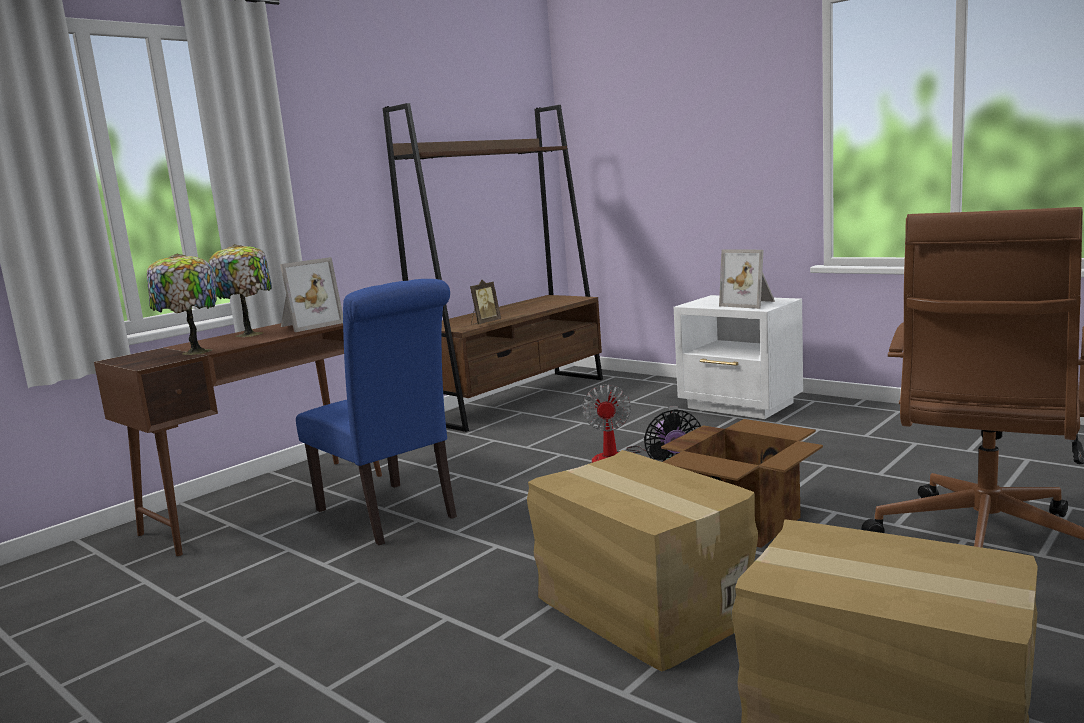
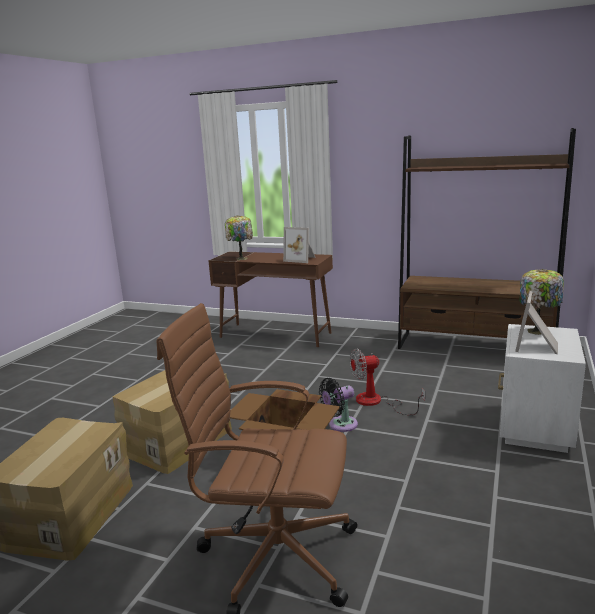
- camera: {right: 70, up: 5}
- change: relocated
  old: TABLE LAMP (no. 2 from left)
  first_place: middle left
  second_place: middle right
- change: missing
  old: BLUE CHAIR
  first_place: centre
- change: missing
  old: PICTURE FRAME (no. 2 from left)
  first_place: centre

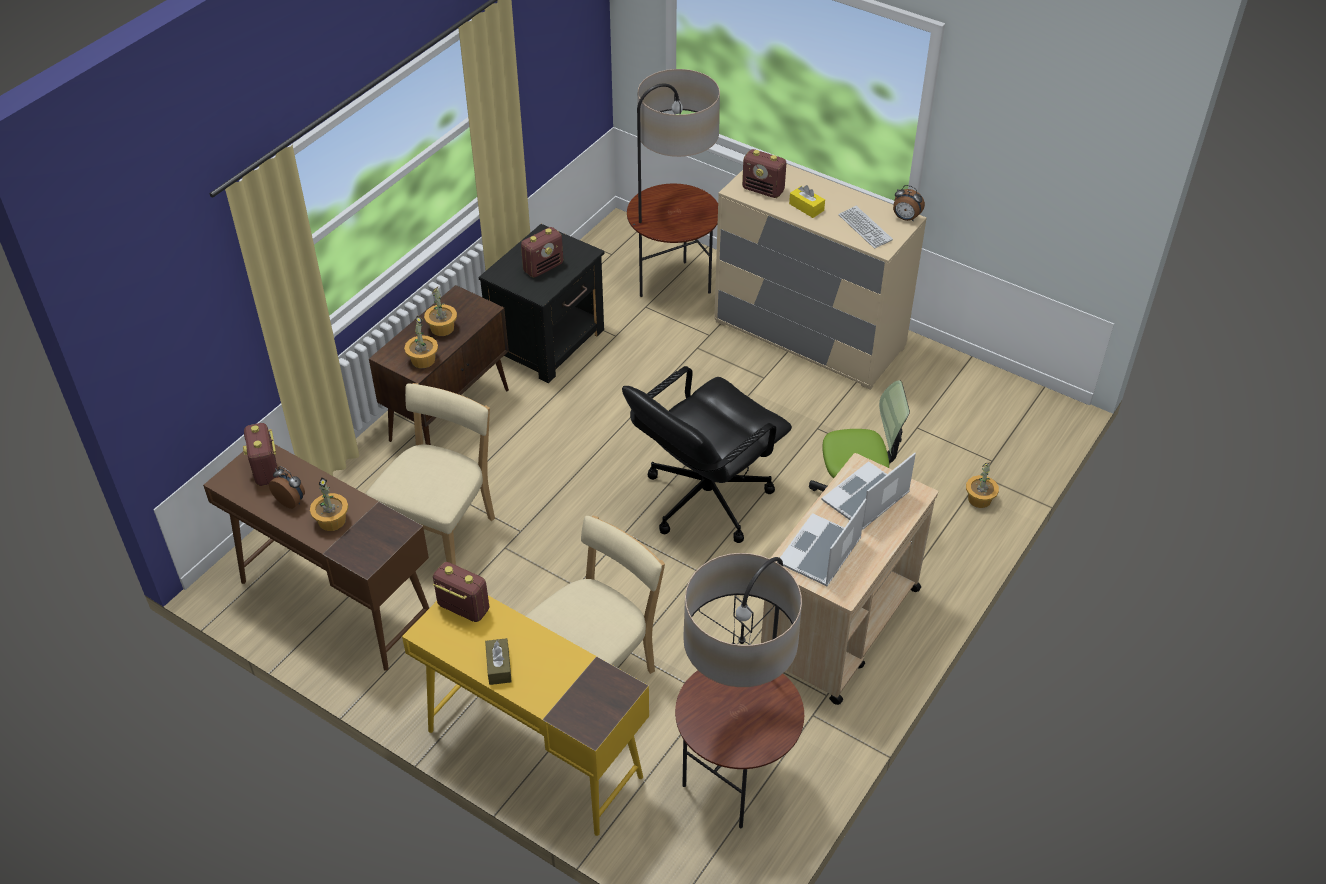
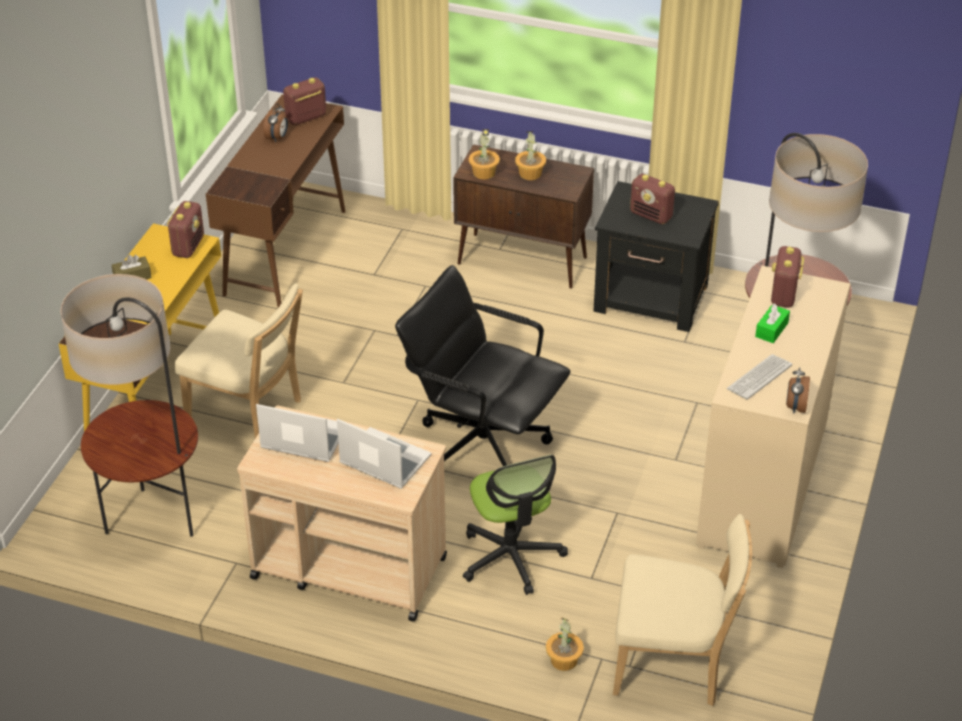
- camera: {right: 75, up: -5}
- change: colour
  old: YELLOW TISSUE HOLDER
  new: GREEN TISSUE HOLDER
  first_place: top centre
  second_place: middle right
- change: relocated
  old: BEIGE-COLOURED CHAIR (no. 1 from left in the first image)
  new: BEIGE-COLOURED CHAIR (no. 2 from left)
  first_place: middle left
  second_place: bottom right
- change: missing
  old: POTTED PLANT (no. 1 from left)
  first_place: middle left

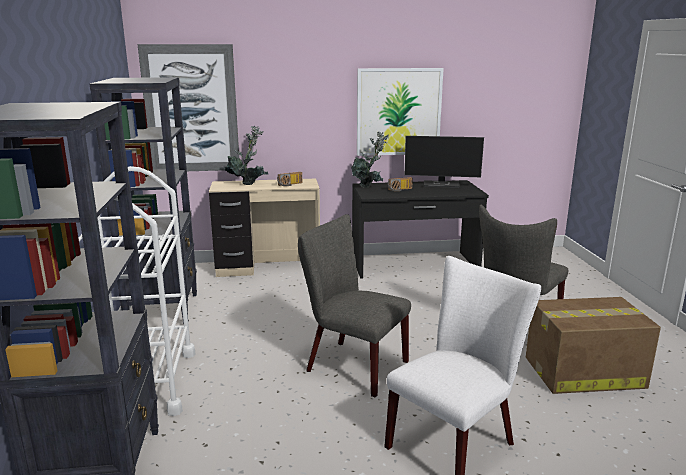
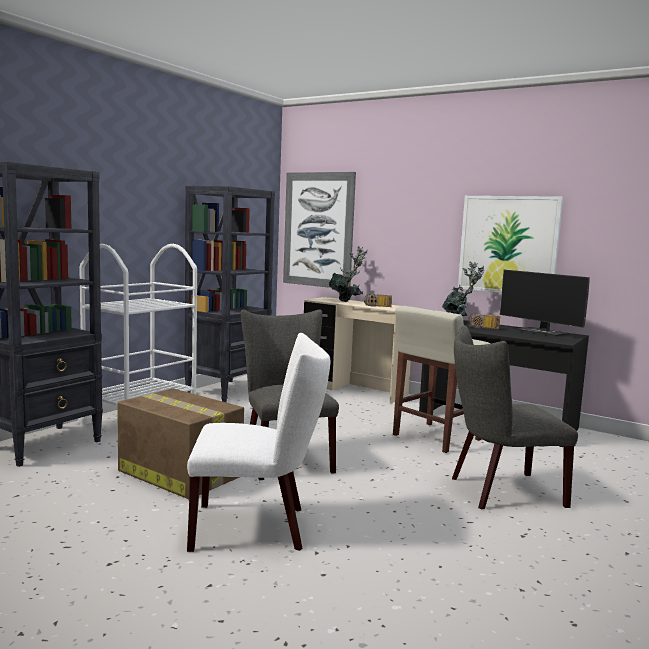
- camera: {right: 40, up: -10}
- change: relocated
  old: PACKING BOX
  first_place: bottom right
  second_place: bottom left
- change: appeared
  new: BEIGE-COLOURED STOOL SEAT
  second_place: middle right

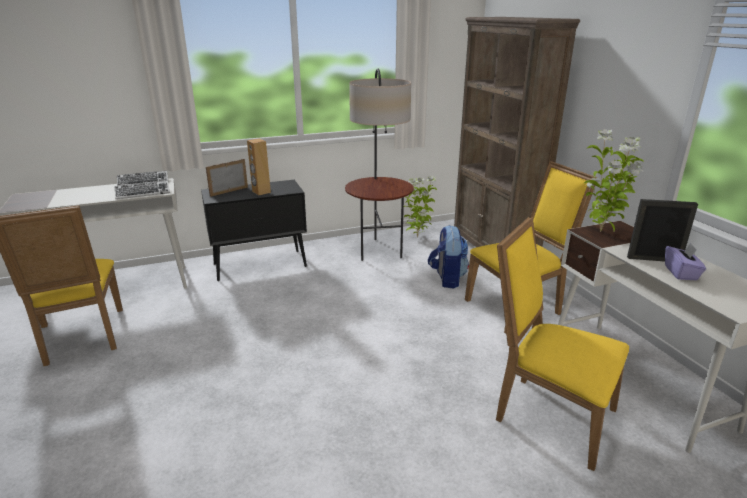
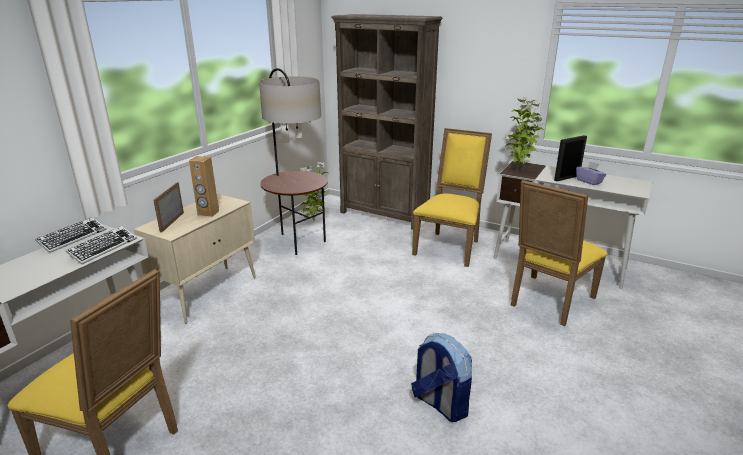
- camera: {right: -40, up: 0}
- change: colour
  old: BLACKISH CUPBOARD
  new: BEIGE-COLOURED CUPBOARD
  first_place: centre
  second_place: middle left
- change: spun
  old: YELLOW CHAIR (no. 3 from left)
  first_place: bottom right
  second_place: middle right
  degrees: -45
- change: relocated
  old: BACKPACK
  first_place: centre
  second_place: bottom centre

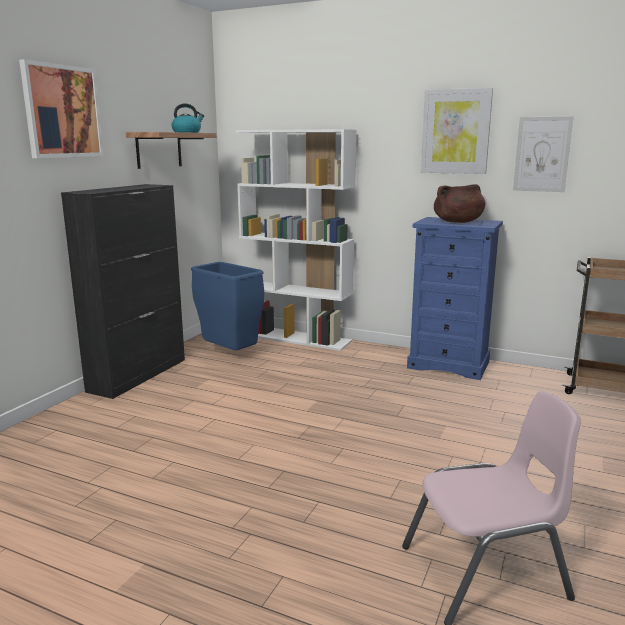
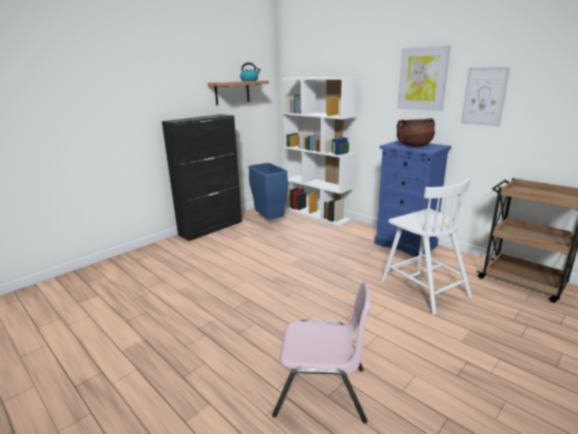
- camera: {right: 20, up: 5}
- change: missing
  old: WALL PICTURE (no. 1 from left)
  first_place: top left
- change: appeared
  new: WHITE CHAIR
  second_place: middle right

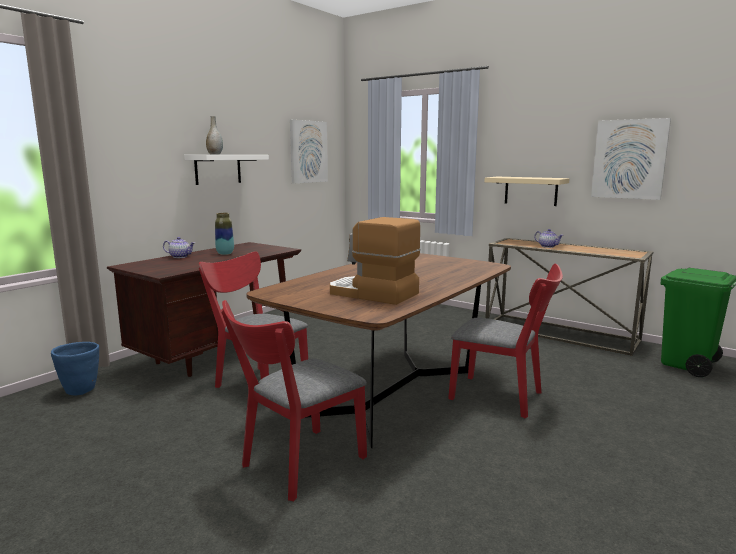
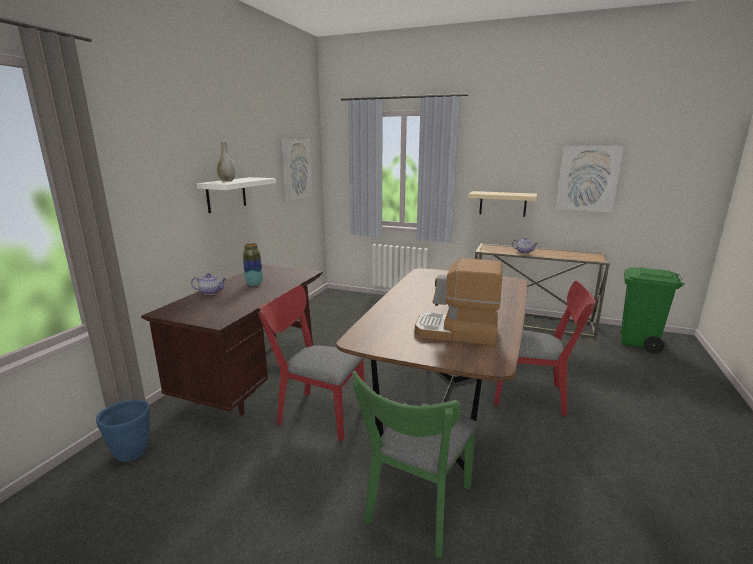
- camera: {right: -15, up: 5}
- change: colour
  old: RED-COLOURED CHAIR (no. 2 from left)
  new: GREEN CHAIR
  first_place: bottom centre
  second_place: bottom centre

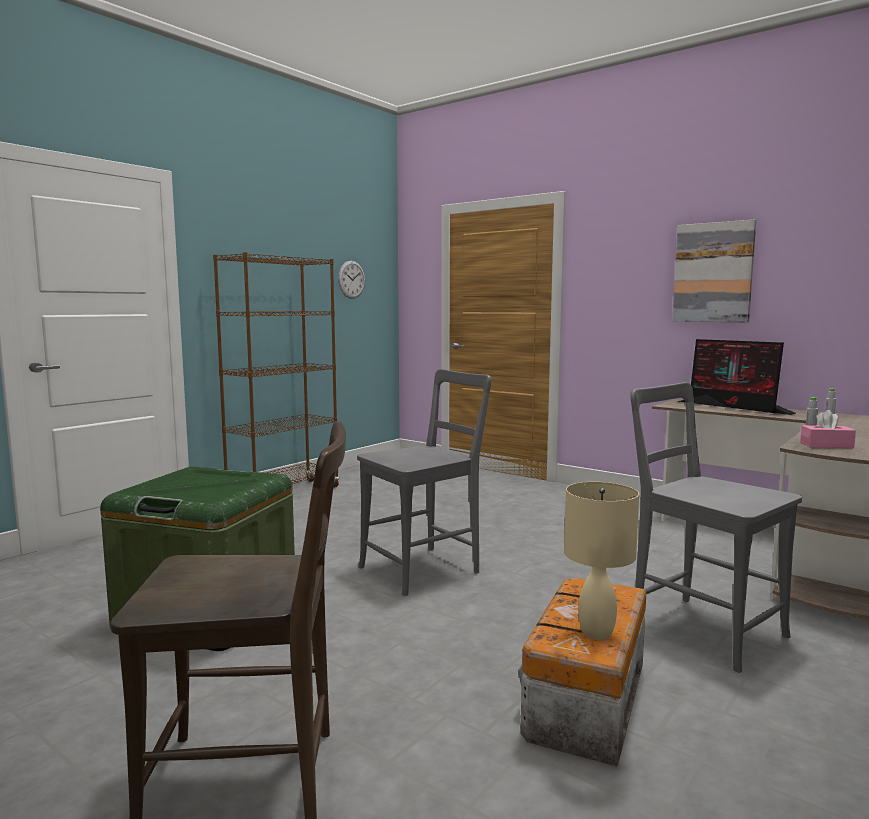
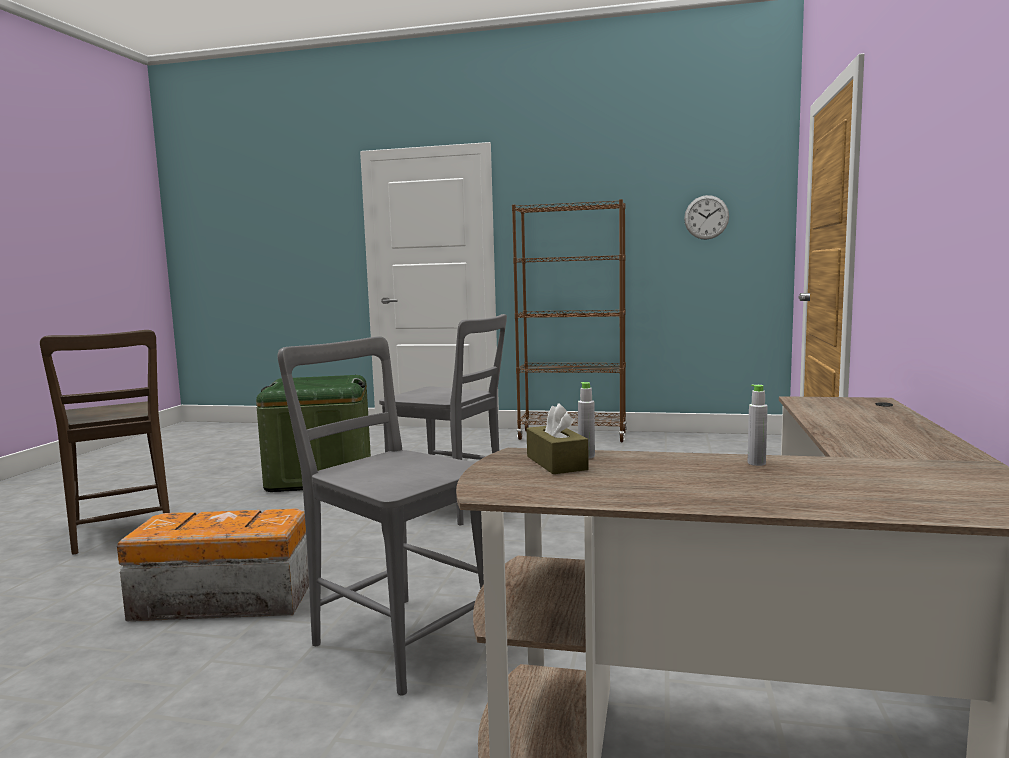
- camera: {right: 65, up: 0}
- change: missing
  old: WALL PICTURE
  first_place: top right
- change: missing
  old: COMPUTER DISPLAY
  first_place: middle right
- change: spun
  old: GREY CHAIR (no. 2 from left in the first image)
  first_place: middle right
  second_place: bottom centre
  degrees: -75
- change: colour
  old: PINK TISSUE HOLDER
  new: BROWN-COLOURED TISSUE HOLDER
  first_place: middle right
  second_place: centre
- change: missing
  old: BEIGE-COLOURED TABLE LAMP
  first_place: bottom right

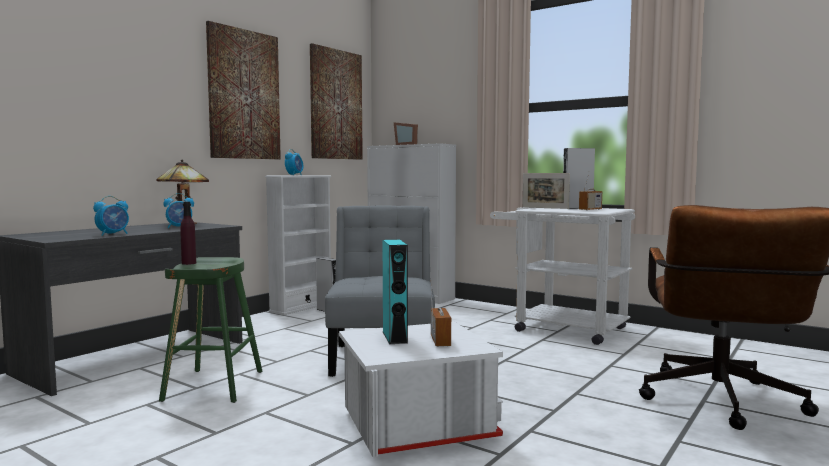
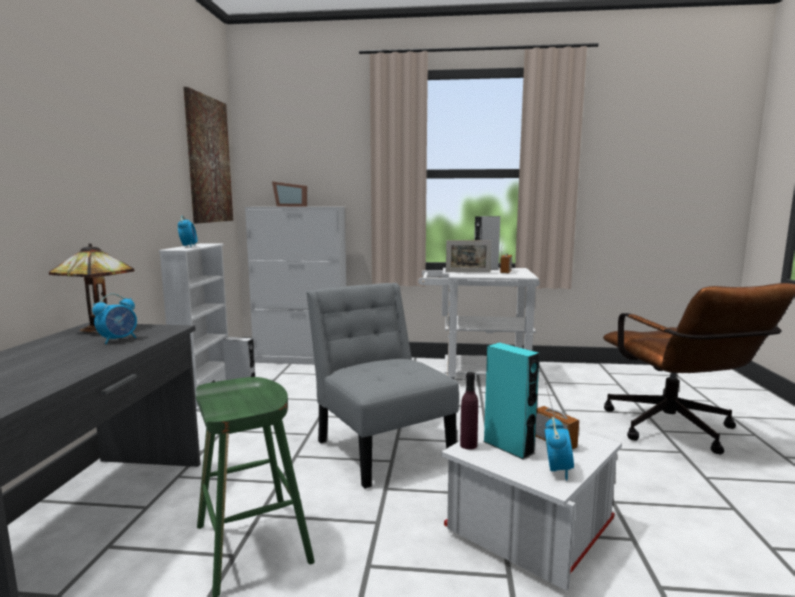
- camera: {right: -30, up: 5}
- change: missing
  old: WALL PICTURE (no. 1 from left)
  first_place: top left
- change: relocated
  old: ALARM CLOCK (no. 1 from left in the first image)
  new: ALARM CLOCK (no. 3 from left)
  first_place: middle left
  second_place: bottom right
- change: relocated
  old: PURPLISH DRINK BOTTLE
  first_place: middle left
  second_place: bottom centre

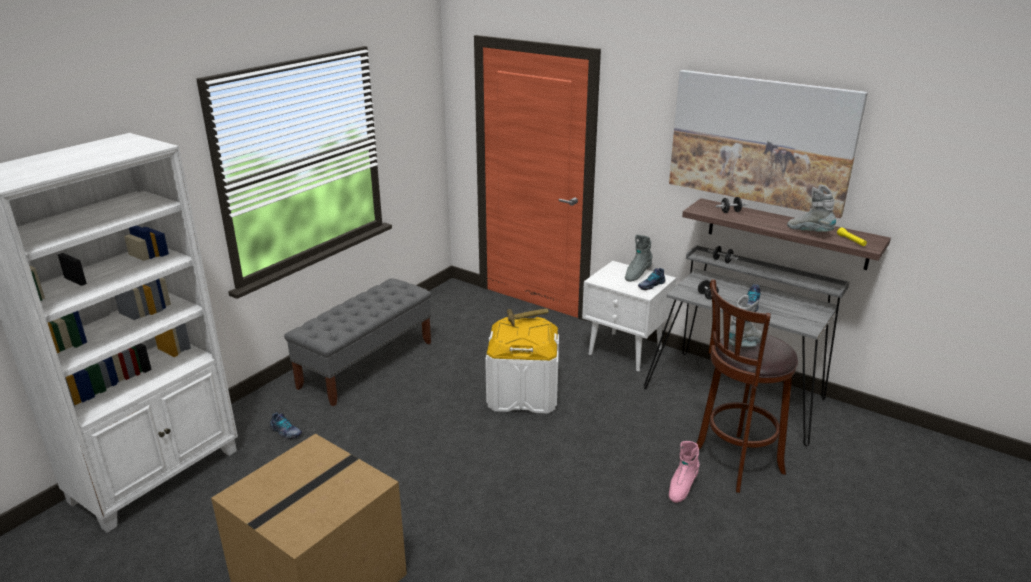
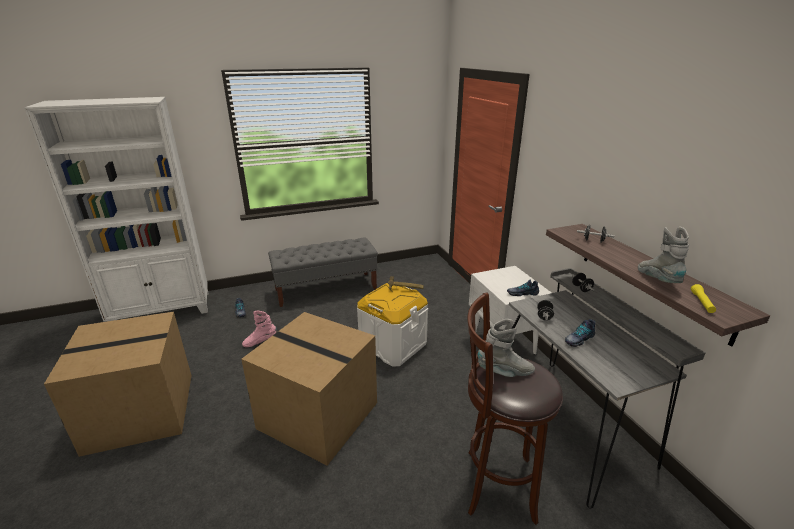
- camera: {right: 35, up: 0}
- change: missing
  old: WALL PICTURE
  first_place: top right
- change: missing
  old: GREY HIGH-TOP BOOT (no. 1 from left)
  first_place: centre
- change: relocated
  old: PINK HIGH-TOP BOOT
  first_place: bottom centre
  second_place: middle left
- change: appeared
  new: PACKING BOX (no. 2 from left)
  second_place: bottom centre

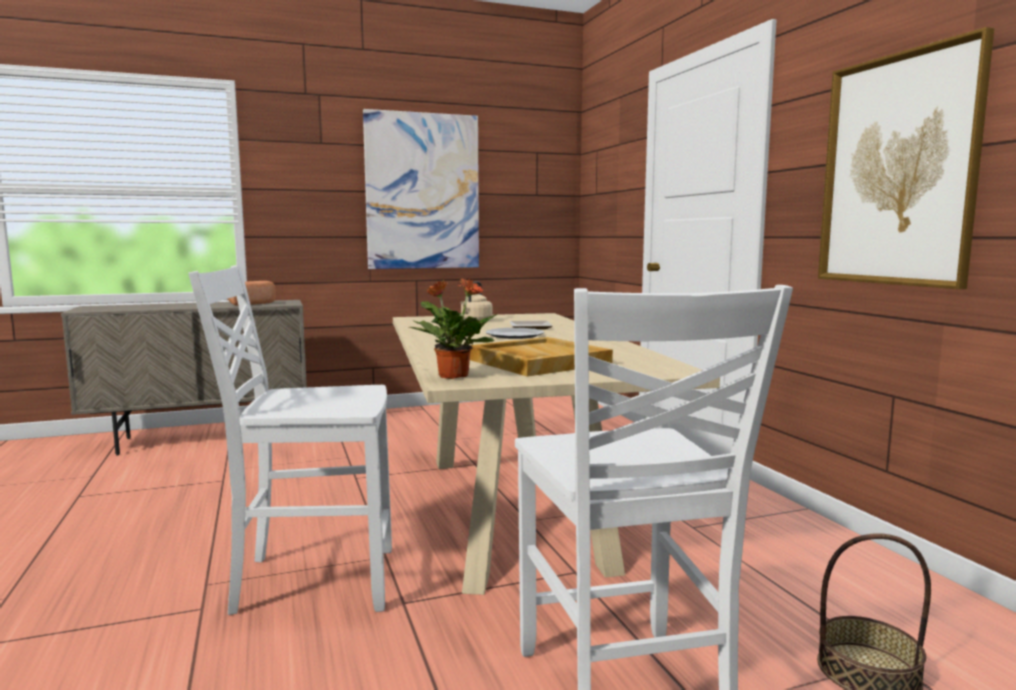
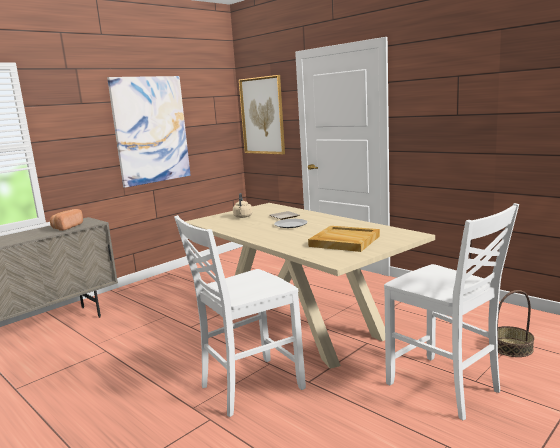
- camera: {right: -25, up: 5}
- change: relocated
  old: WALL PICTURE (no. 2 from left)
  first_place: top right
  second_place: top centre
- change: missing
  old: POTTED PLANT
  first_place: centre

